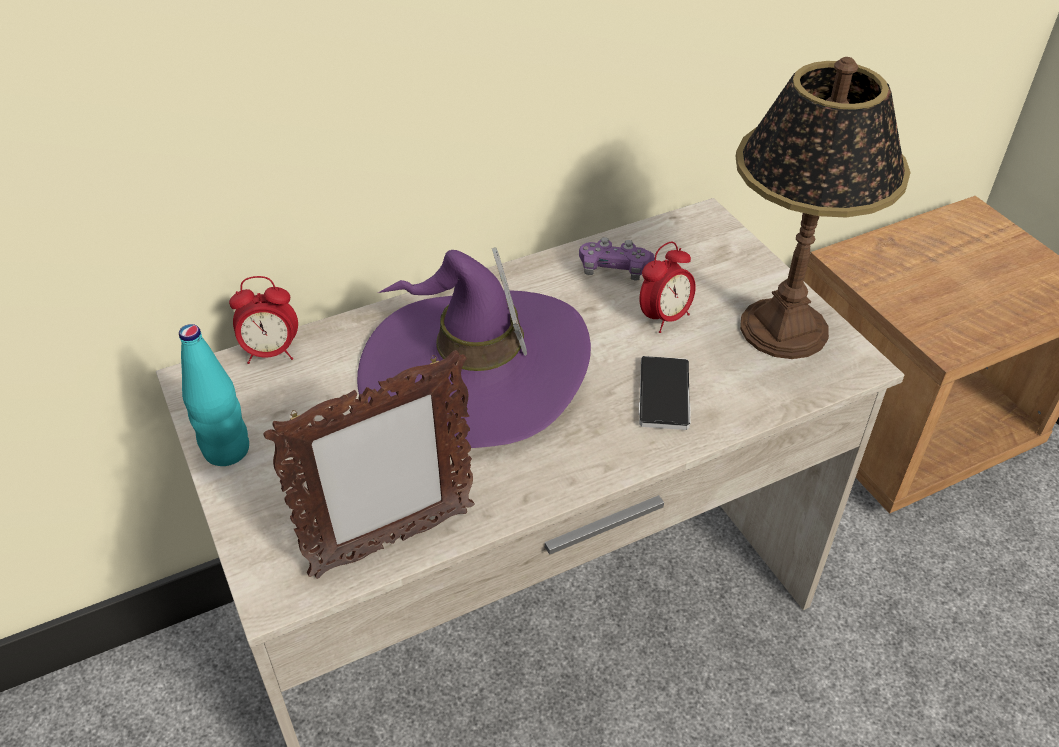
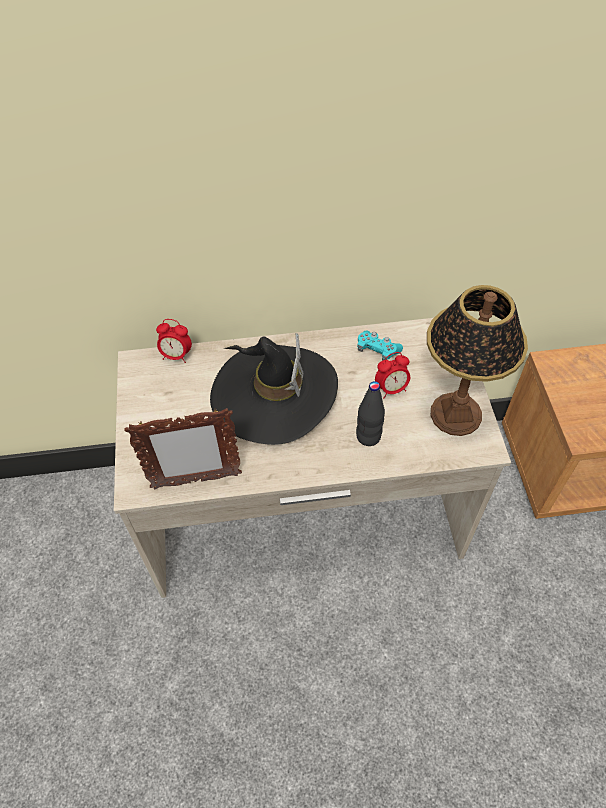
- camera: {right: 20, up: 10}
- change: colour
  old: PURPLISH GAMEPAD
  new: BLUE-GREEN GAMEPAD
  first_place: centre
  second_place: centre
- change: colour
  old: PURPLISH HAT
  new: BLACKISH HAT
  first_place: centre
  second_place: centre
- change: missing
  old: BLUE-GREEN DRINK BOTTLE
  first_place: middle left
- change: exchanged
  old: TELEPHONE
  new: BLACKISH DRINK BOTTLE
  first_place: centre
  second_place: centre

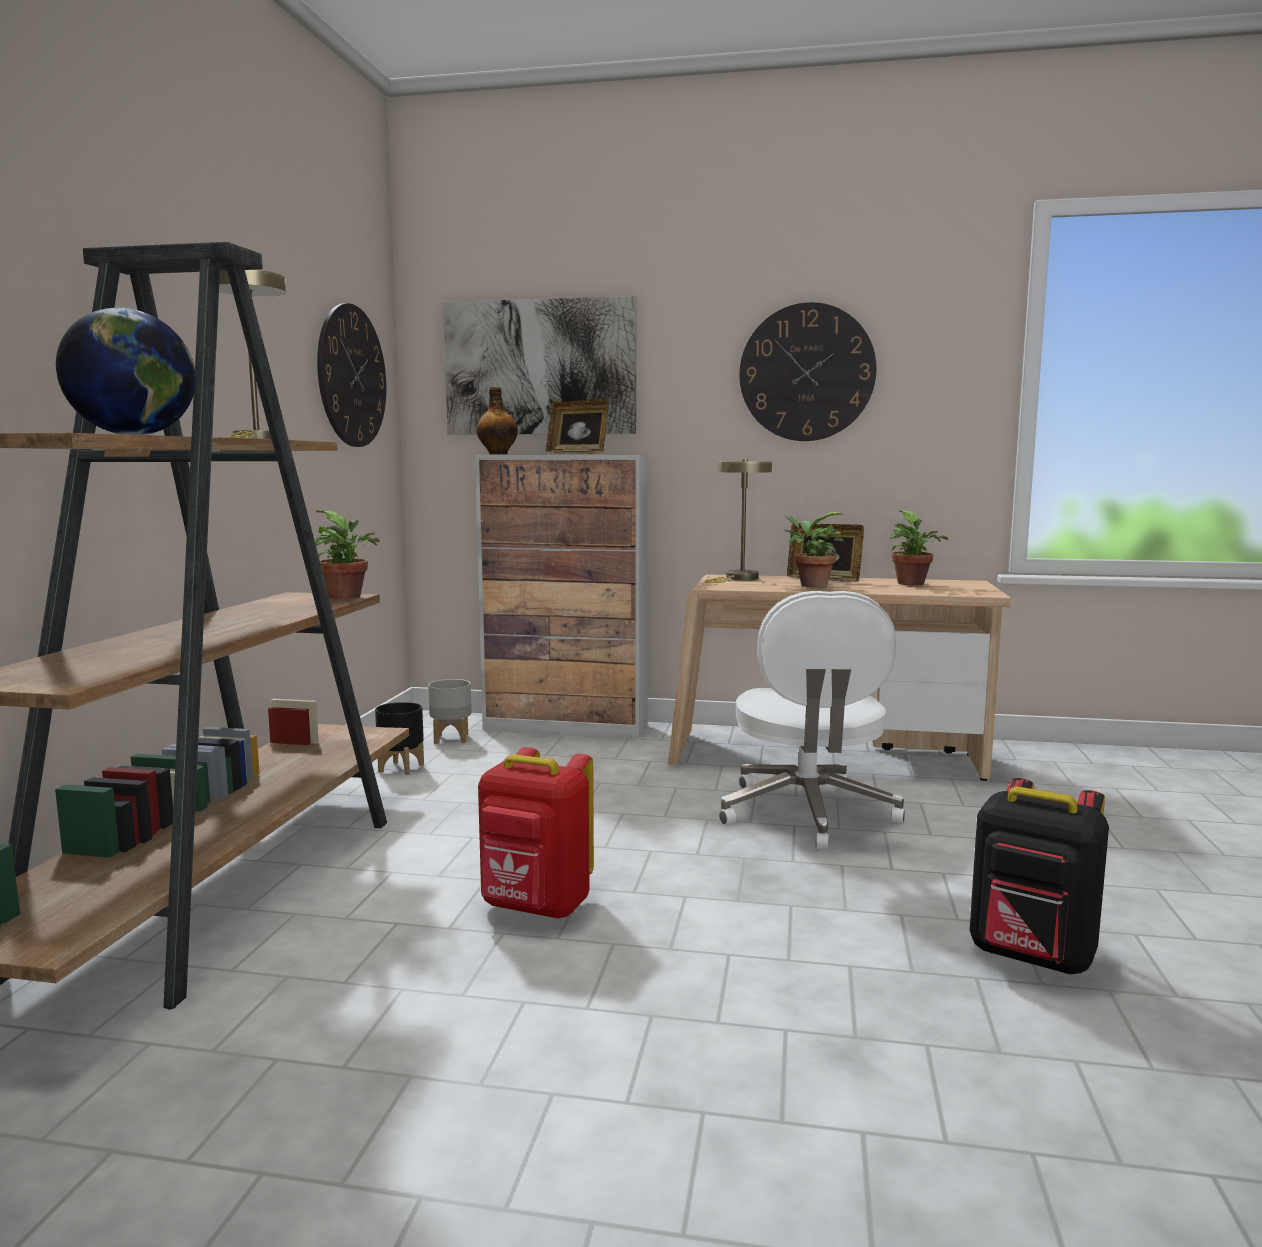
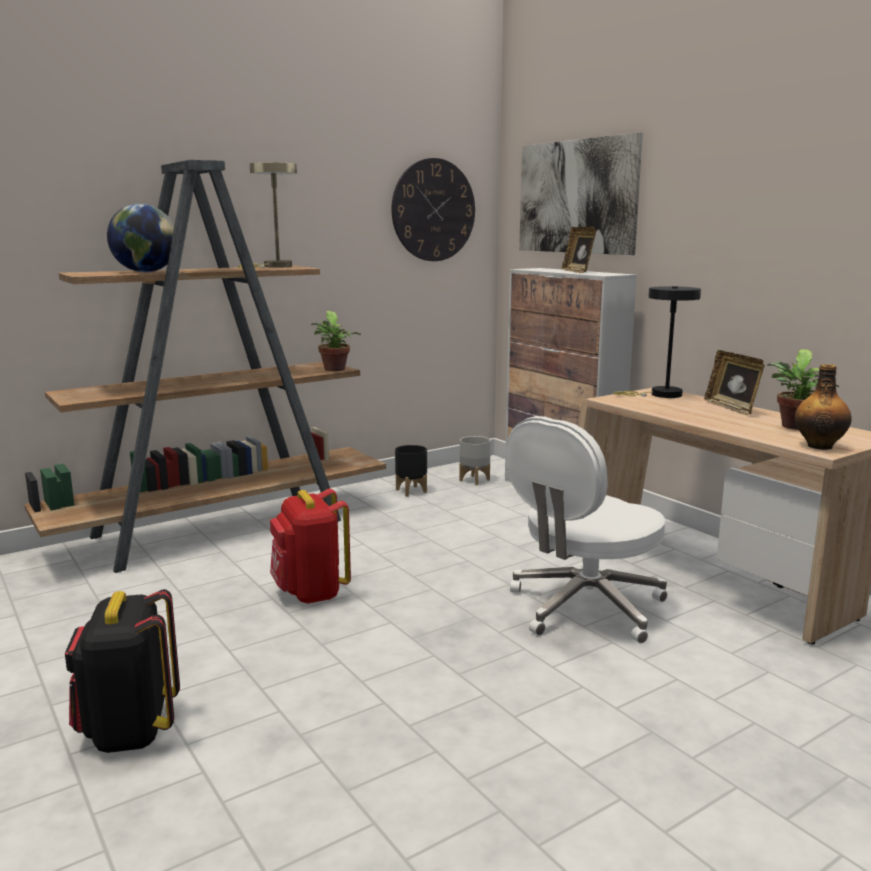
- camera: {right: 45, up: 5}
- change: missing
  old: HANGING CLOCK (no. 2 from left)
  first_place: top centre
- change: relocated
  old: DRINK BOTTLE
  first_place: centre
  second_place: middle right
- change: colour
  old: BEIGE-COLOURED TABLE LAMP (no. 2 from left)
  new: BLACKISH TABLE LAMP
  first_place: centre
  second_place: middle right
- change: missing
  old: POTTED PLANT (no. 2 from left)
  first_place: centre
- change: relocated
  old: BLACKISH BACKPACK
  first_place: bottom right
  second_place: bottom left

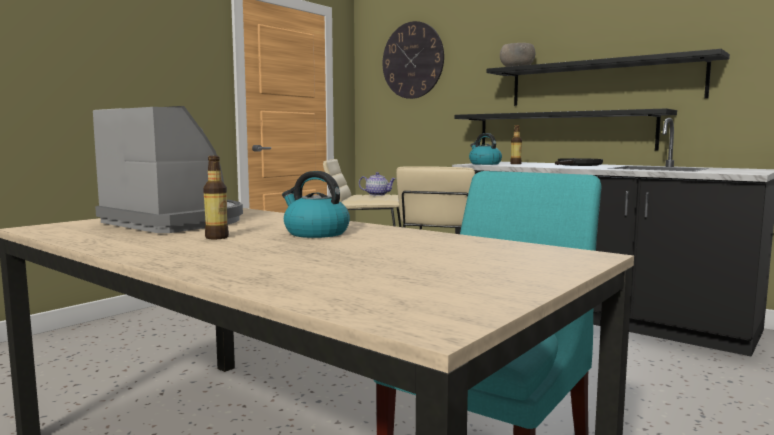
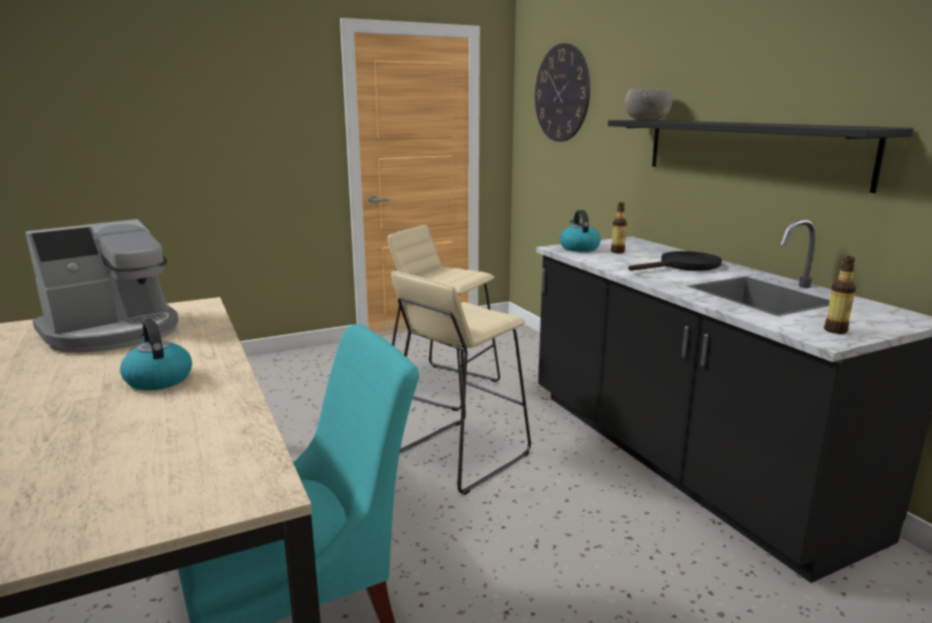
- camera: {right: 25, up: 10}
- change: spun
  old: COFFEE MAKER
  first_place: middle left
  second_place: middle left
  degrees: 75
- change: missing
  old: BLACKISH WALL SHELF (no. 1 from left)
  first_place: top right
- change: relocated
  old: DRINK BOTTLE (no. 1 from left in the first image)
  new: DRINK BOTTLE (no. 2 from left)
  first_place: middle left
  second_place: middle right
- change: missing
  old: POT FOR TEA
  first_place: centre

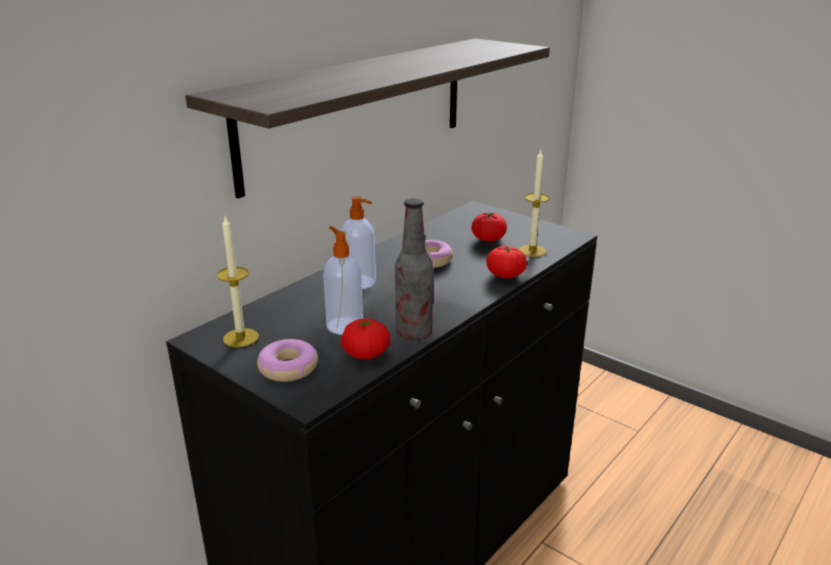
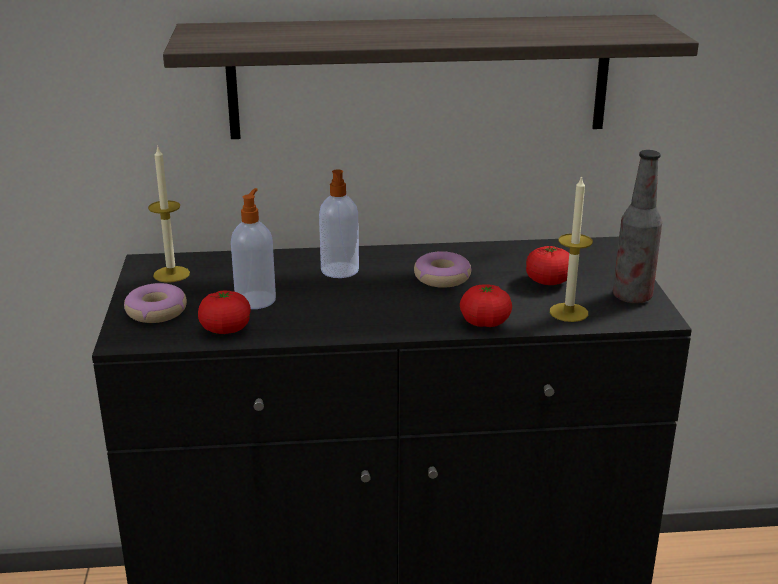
- camera: {right: 45, up: 0}
- change: relocated
  old: DRINK BOTTLE
  first_place: centre
  second_place: middle right

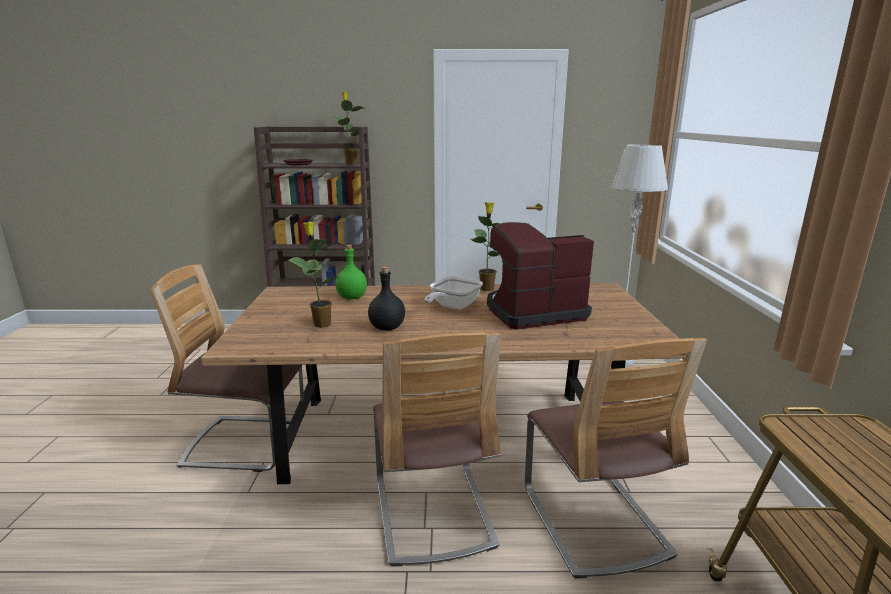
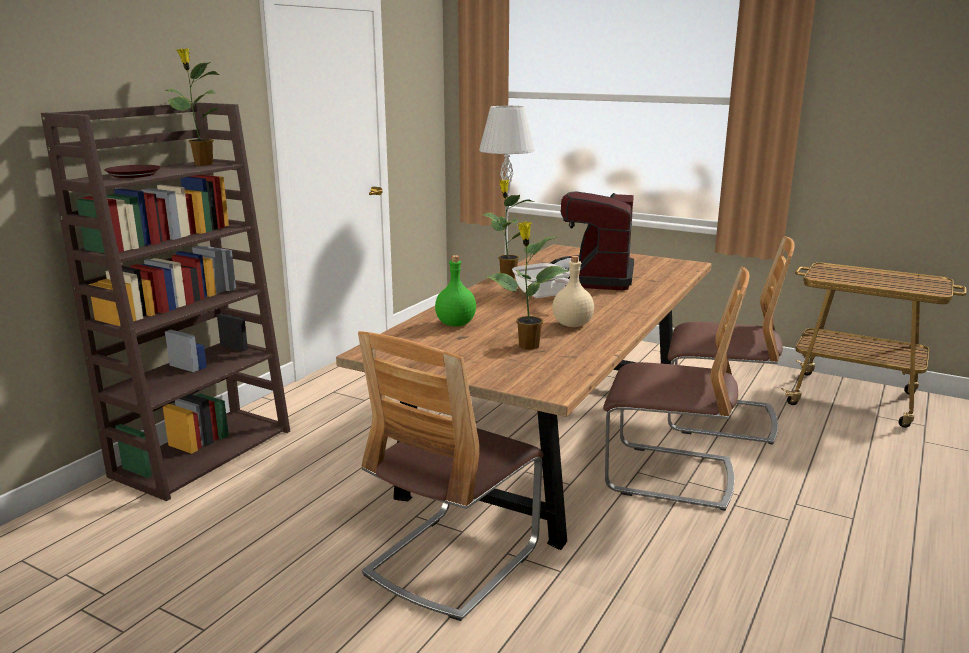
- camera: {right: -60, up: 0}
- change: colour
  old: BLACKISH DRINK BOTTLE
  new: BEIGE-COLOURED DRINK BOTTLE
  first_place: centre
  second_place: centre

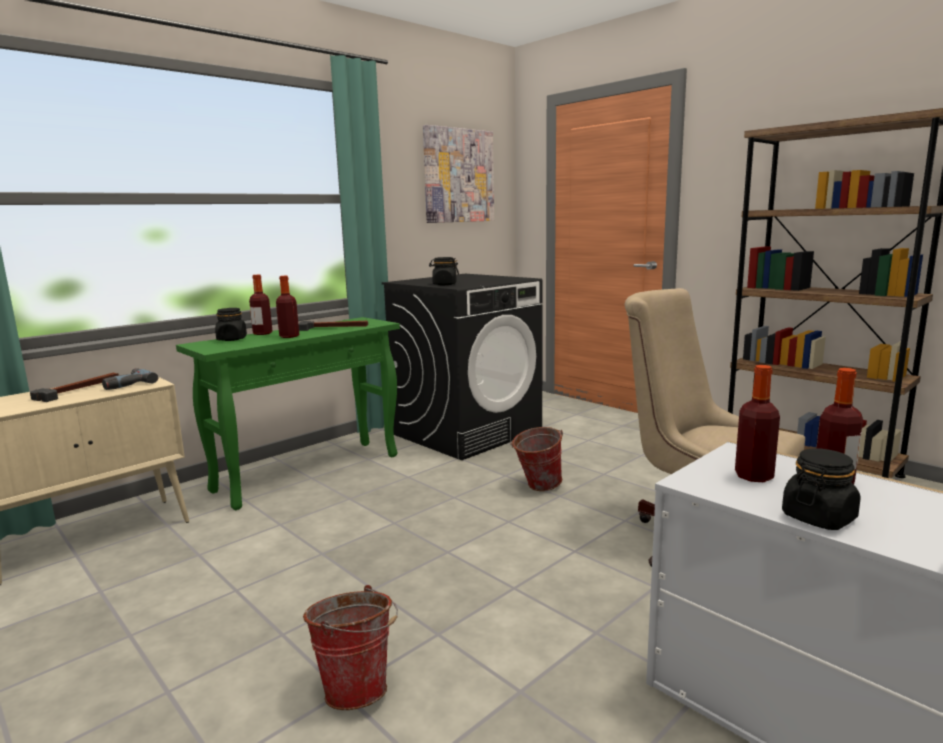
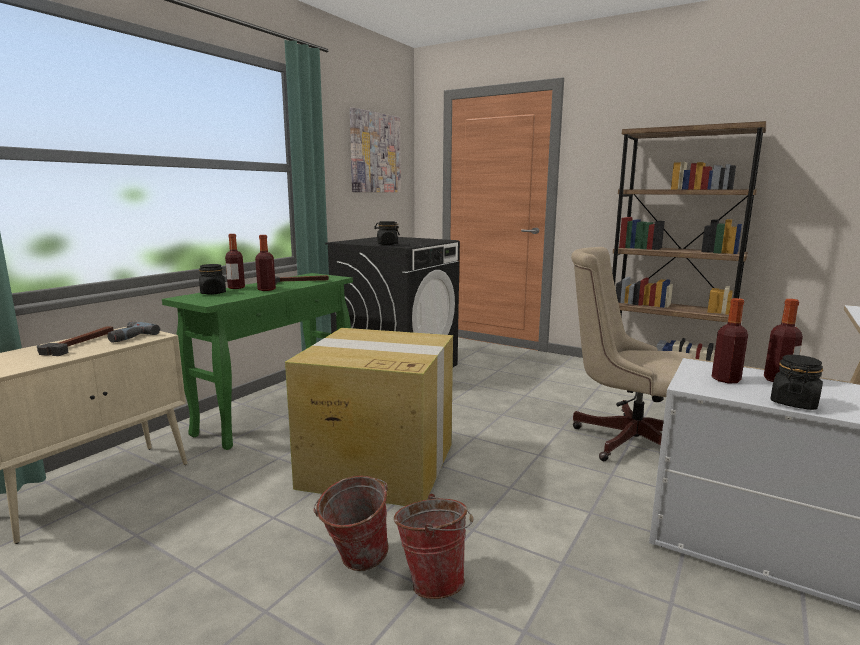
- camera: {right: -15, up: 0}
- change: relocated
  old: PAIL (no. 2 from left in the first image)
  new: PAIL (no. 1 from left)
  first_place: centre
  second_place: bottom centre
- change: appeared
  new: PACKING BOX
  second_place: centre

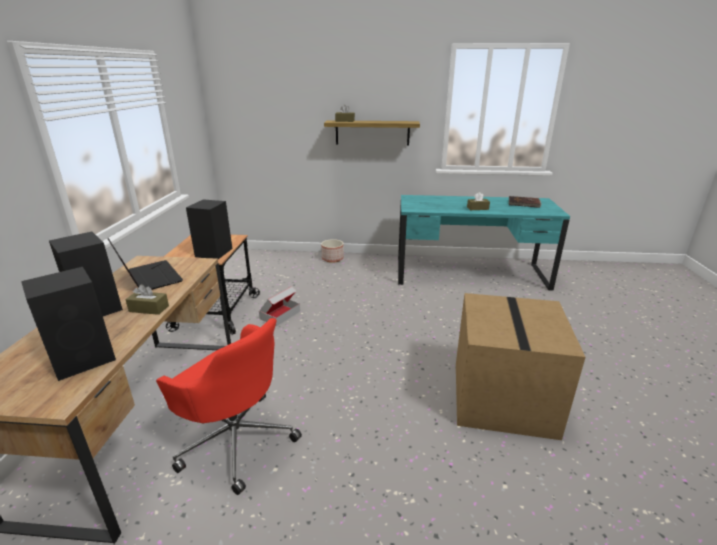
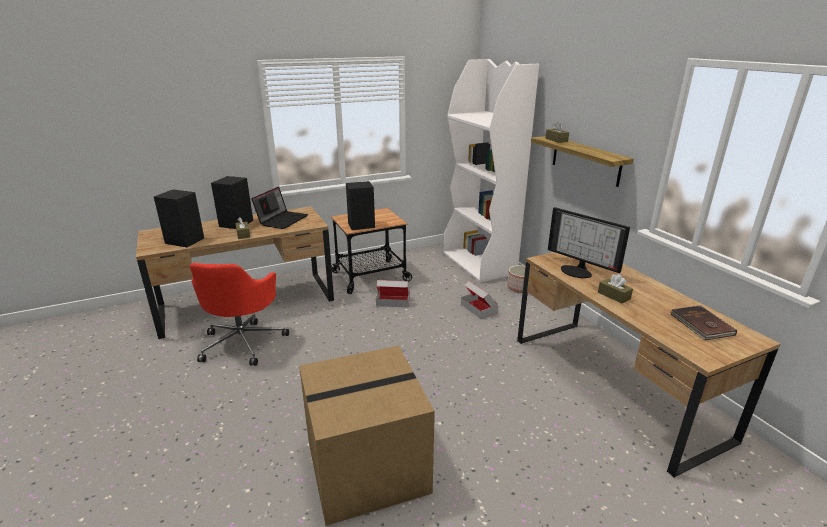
- camera: {right: 60, up: 0}
- change: colour
  old: BLUE-GREEN DESK UNIT
  new: BROWN-COLOURED DESK UNIT (no. 2 from left)
  first_place: middle right
  second_place: bottom right
- change: appeared
  new: WHITE BOOKCASE
  second_place: top centre
- change: appeared
  new: COMPUTER DISPLAY
  second_place: middle right
- change: appeared
  new: PACKING BOX (no. 3 from left)
  second_place: centre

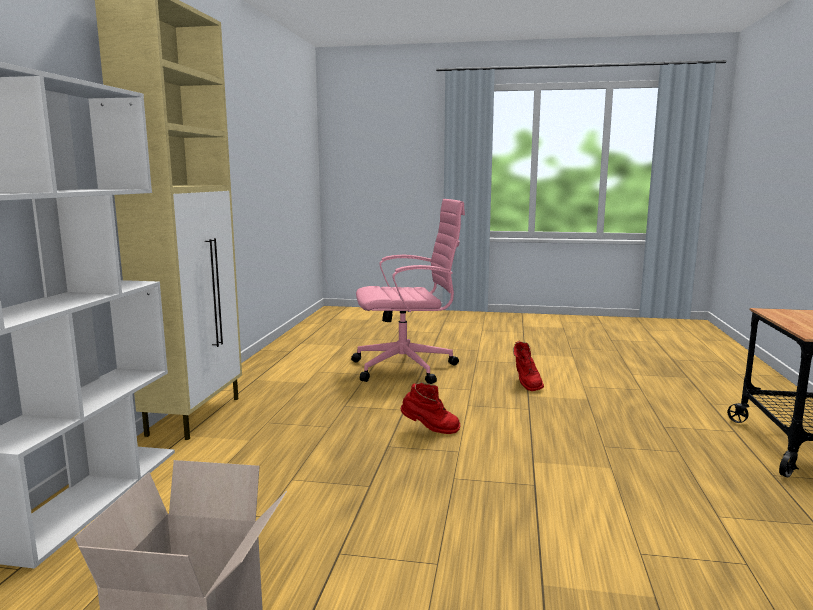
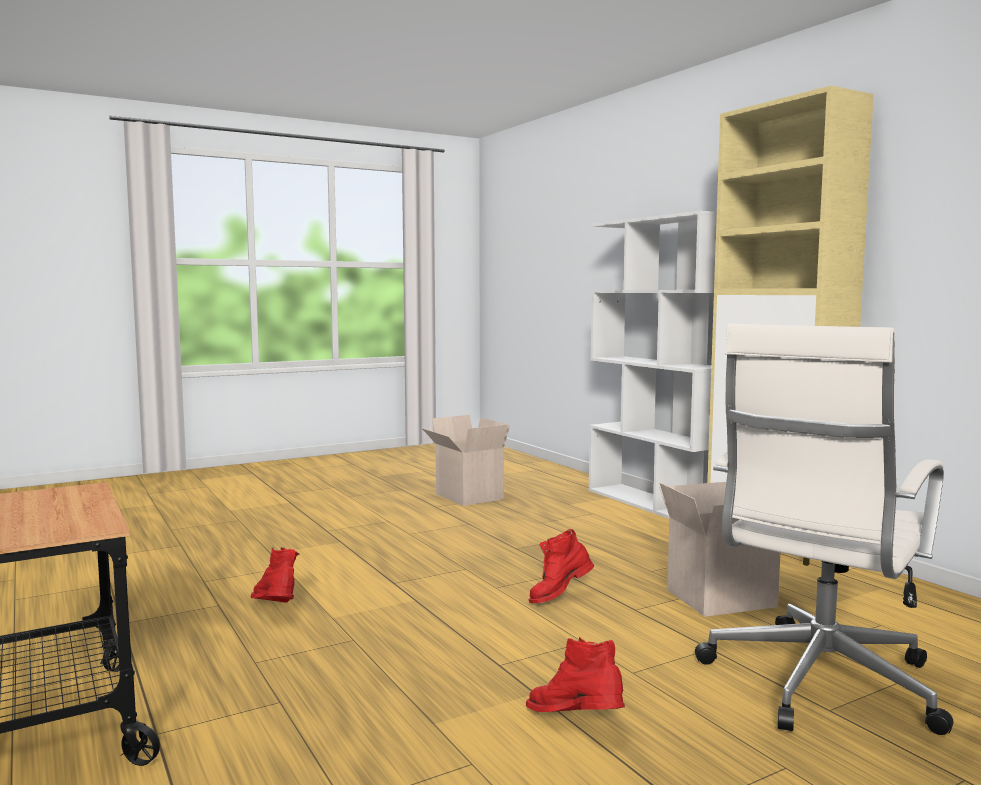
- camera: {right: 140, up: -5}
- change: colour
  old: PINK OFFICE CHAIR
  new: WHITE OFFICE CHAIR
  first_place: centre
  second_place: bottom right
- change: appeared
  new: PACKING BOX (no. 2 from left)
  second_place: bottom right
- change: appeared
  new: RED-COLOURED HIGH-TOP BOOT (no. 1 from left)
  second_place: bottom left

